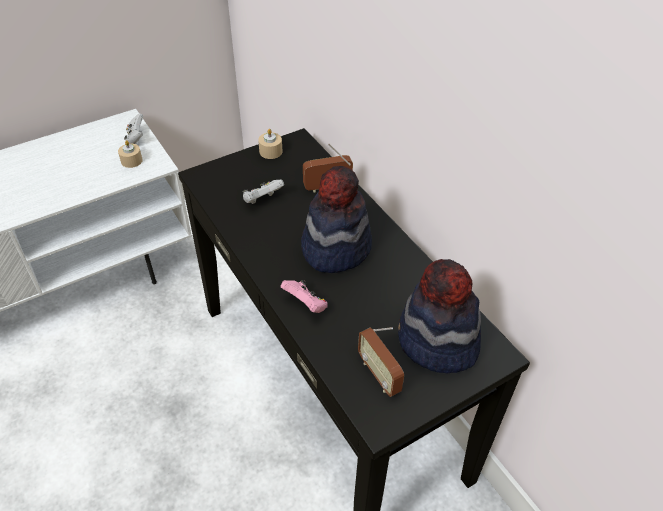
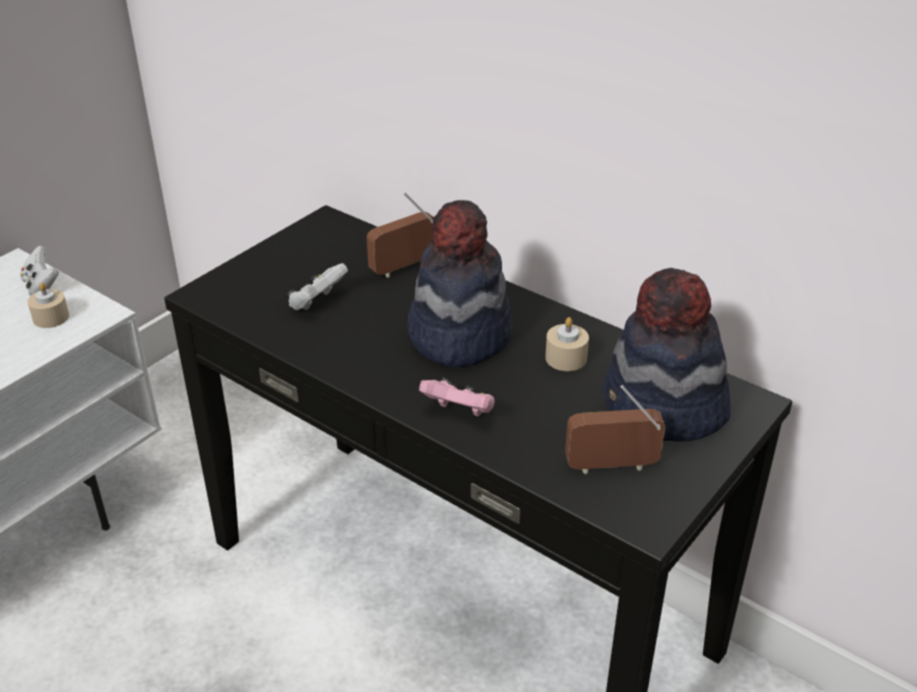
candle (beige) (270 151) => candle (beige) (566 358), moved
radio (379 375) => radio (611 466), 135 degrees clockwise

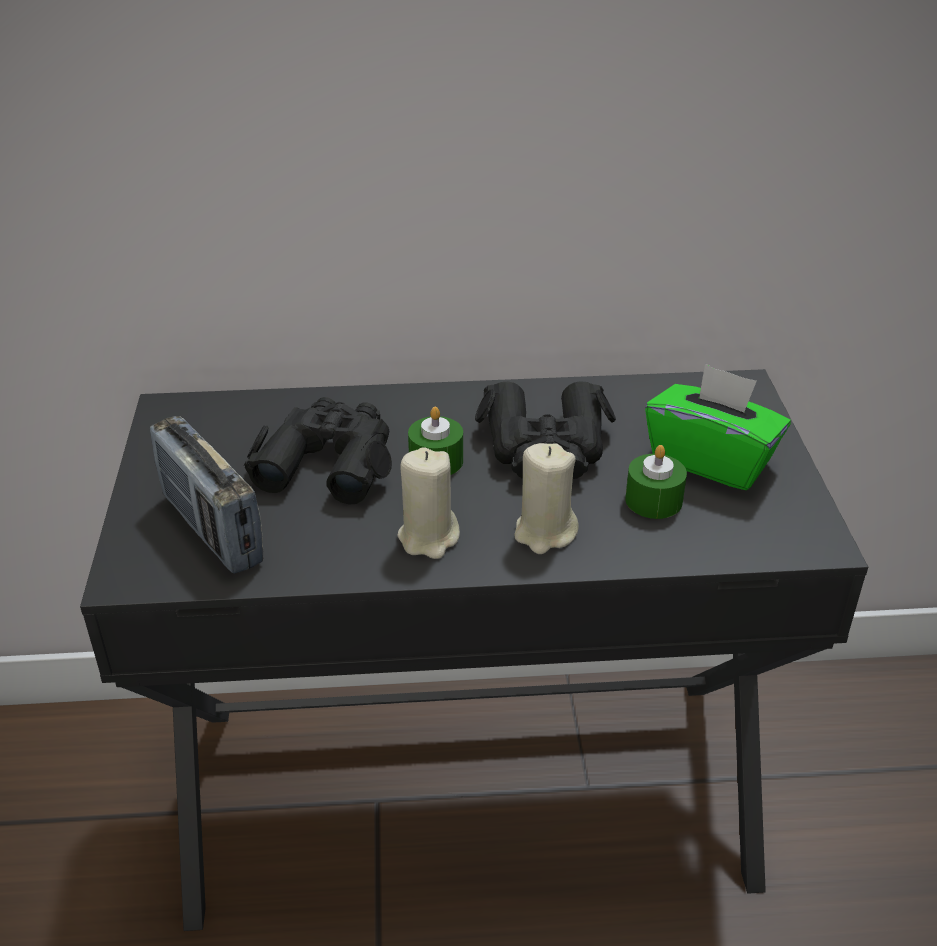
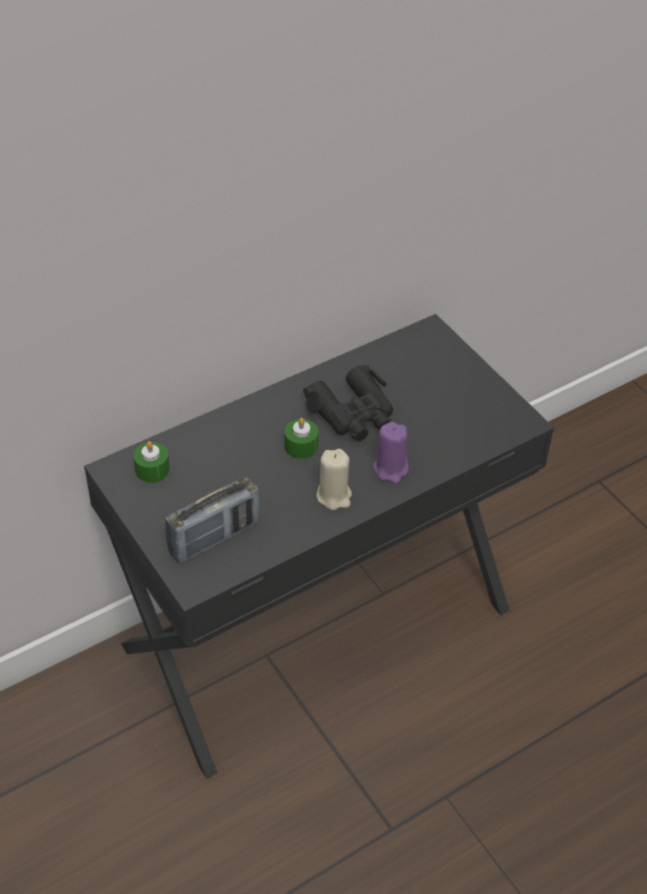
tissue box (green) (711 460) => nothing
binoculars (black) (328 461) => nothing
radio (212 530) => radio (214 538), 60 degrees counterclockwise
candle (beige) (544 533) => candle (purple) (390 469)
candle (green) (653 500) => candle (green) (152 469), moved

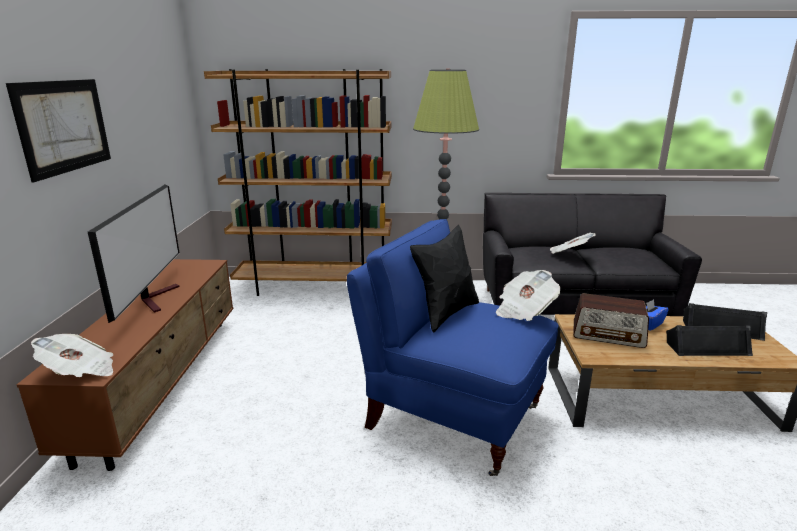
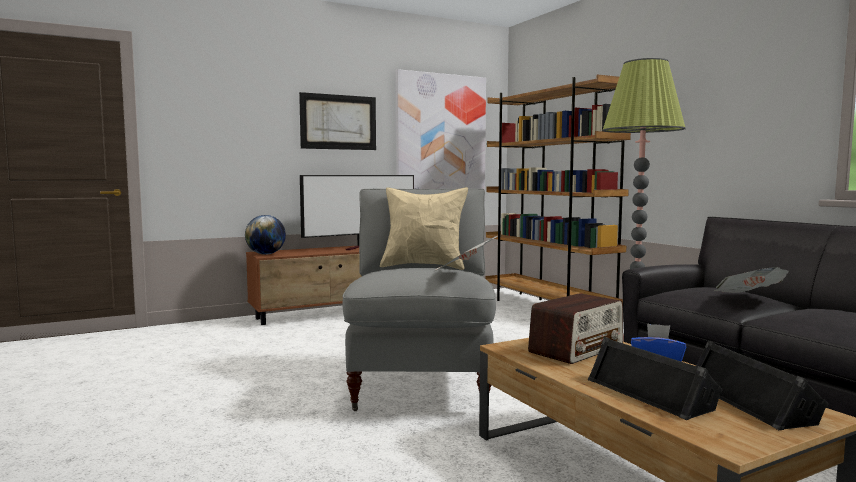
armchair (blue) (451 416) => armchair (grey) (421 385)
pillow (black) (445 313) => pillow (beige) (424 266)
radio (608 335) => radio (577 349), 120 degrees counterclockwise
newspaper (80 372) => globe (266 254)
nothing => picture (441 142)

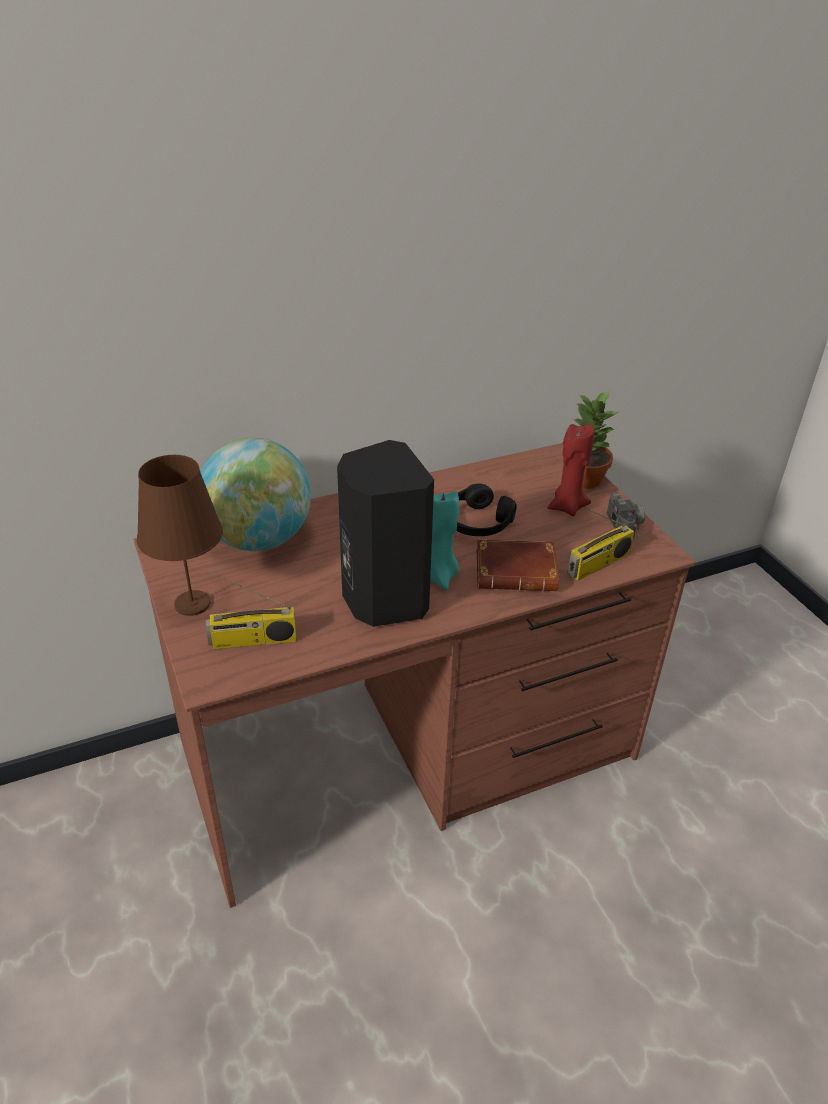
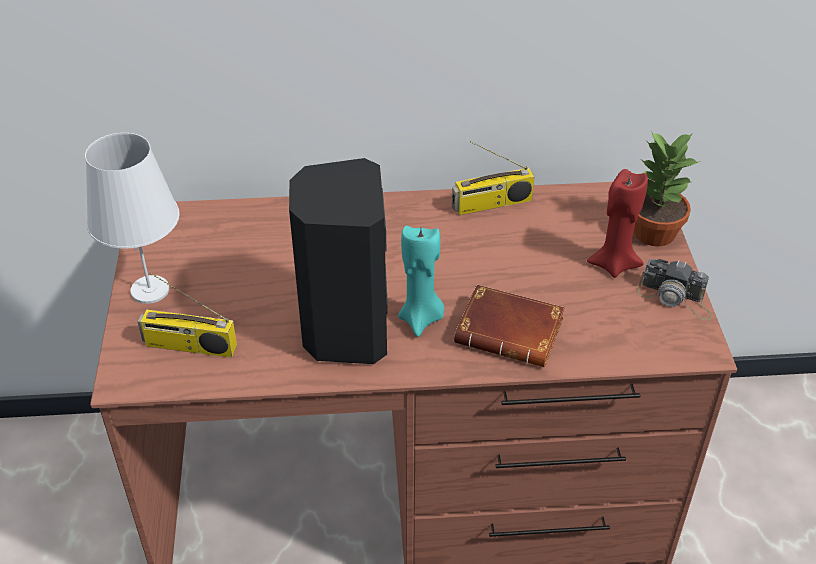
globe (258 539) => nothing
table lamp (brown) (193 603) => table lamp (white) (150 290)
headphones (black) (477 522) => nothing
photo camera (625 522) => photo camera (676 298), 105 degrees clockwise
radio (598 564) => radio (491 204), moved

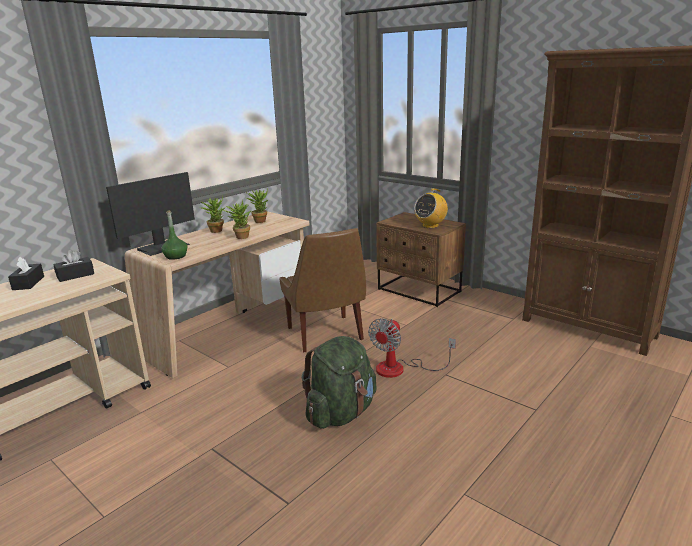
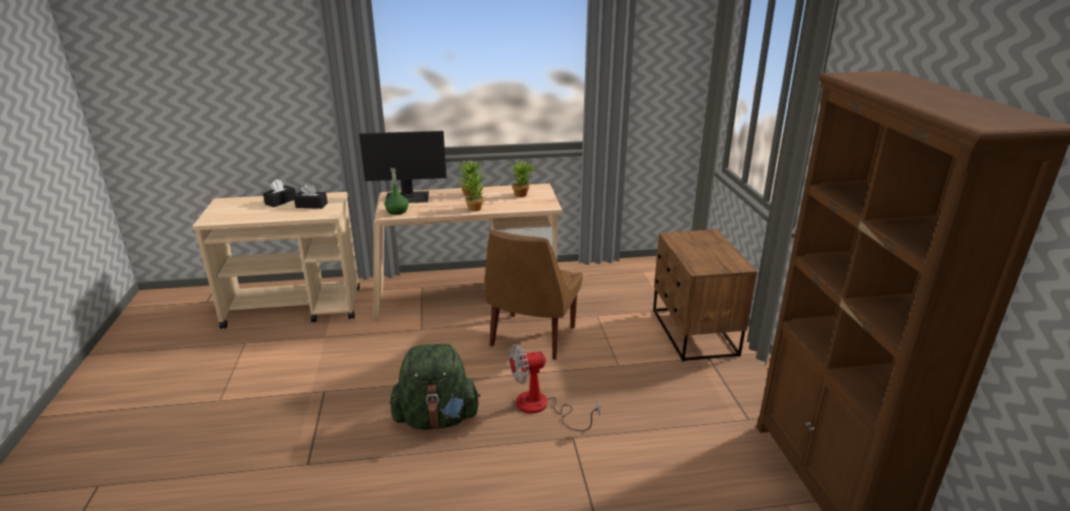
radio (430 226) => nothing

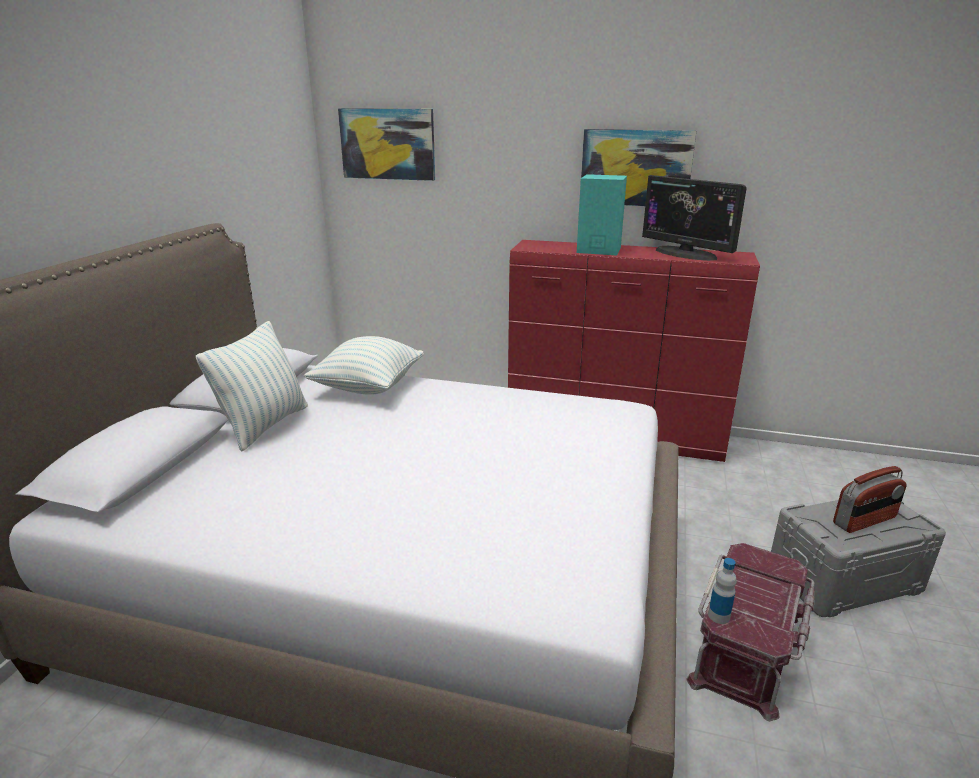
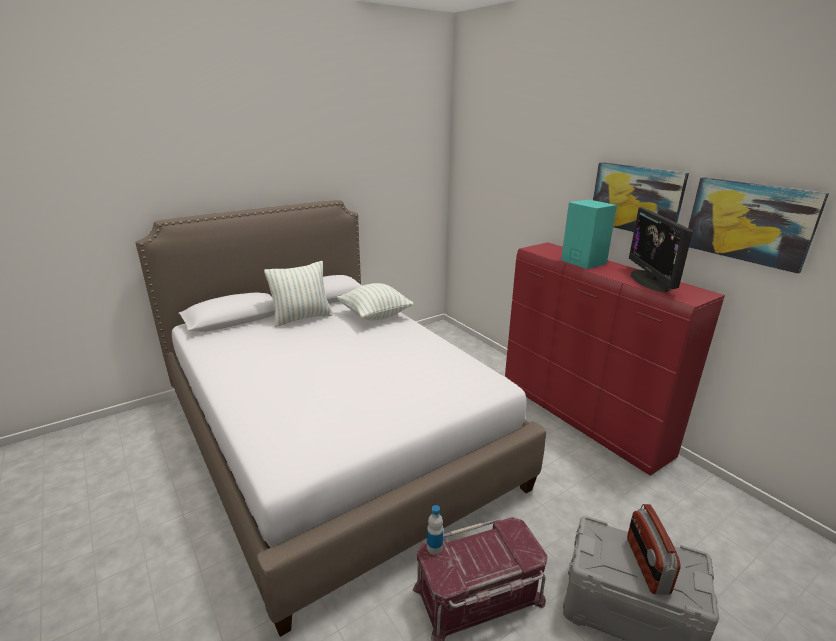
picture (388 144) => picture (749 222), moved
radio (865 521) => radio (646 565), 75 degrees clockwise

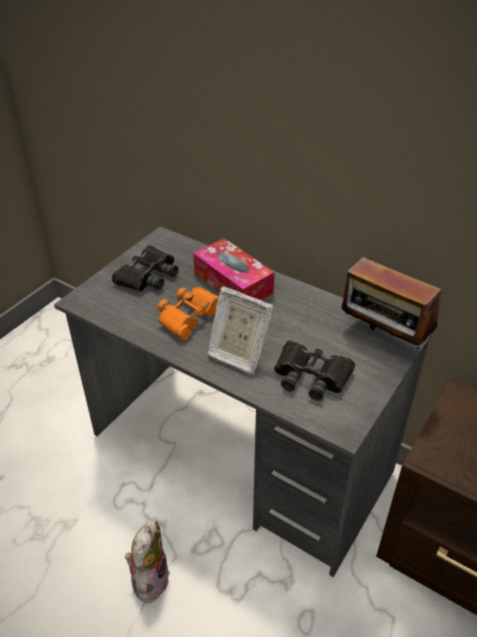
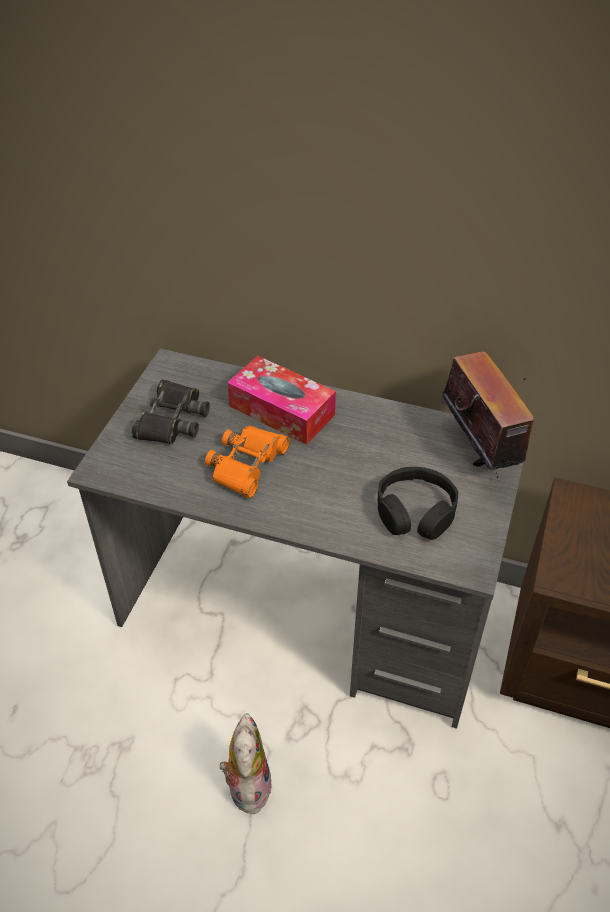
radio (382 339) => radio (479 450), 135 degrees counterclockwise
picture frame (237 354) => nothing
binoculars (black) (311 376) => headphones (black) (415 512)

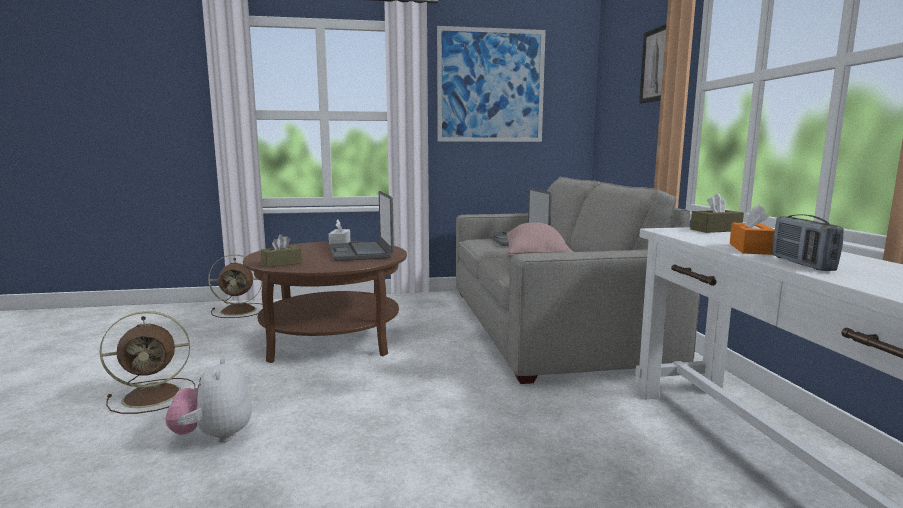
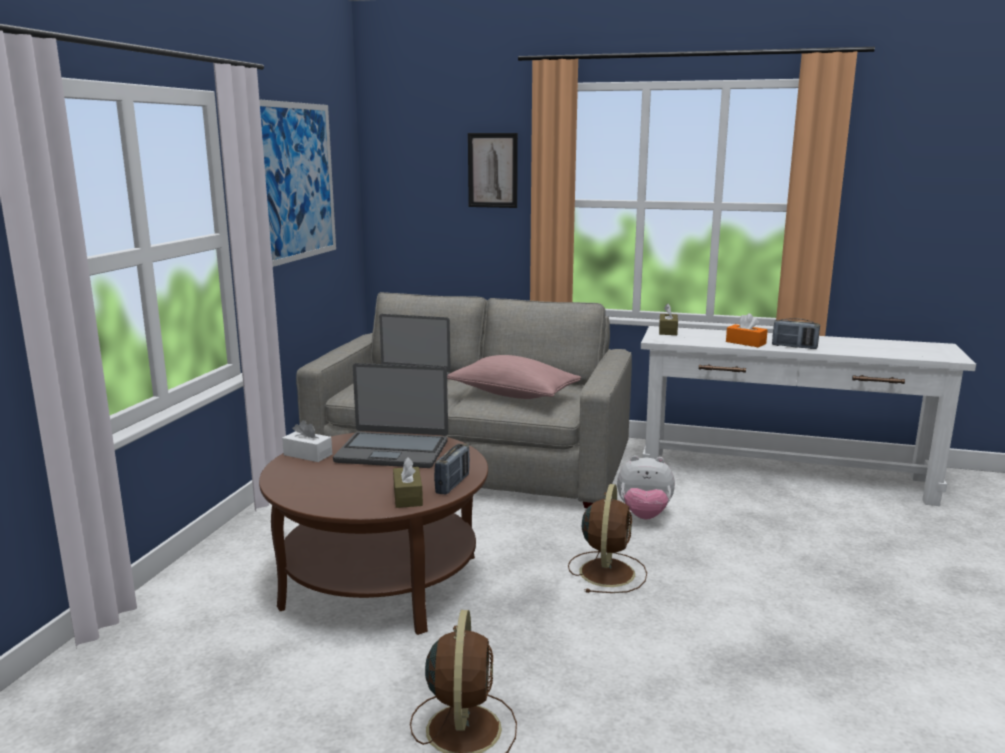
fan (brown) (240 310) => fan (brown) (607 571), moved
plush toy (214 436) => plush toy (644 515), moved
nothing => radio (452 484)

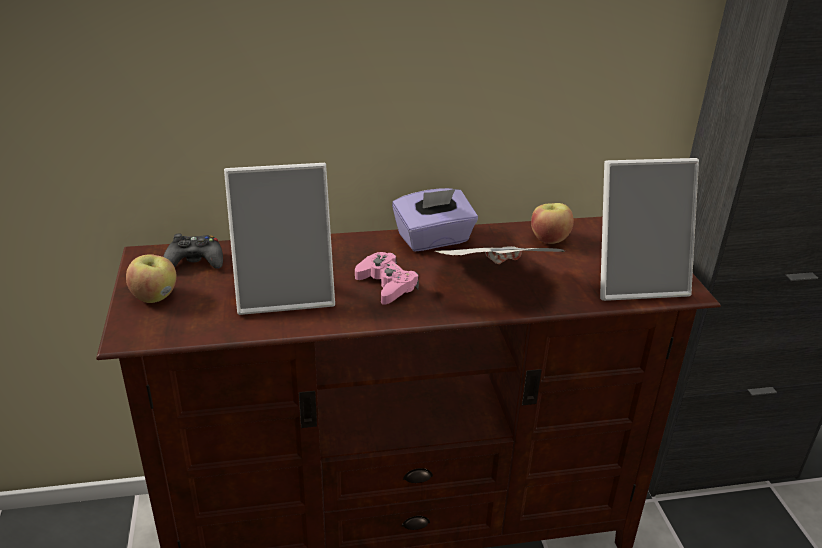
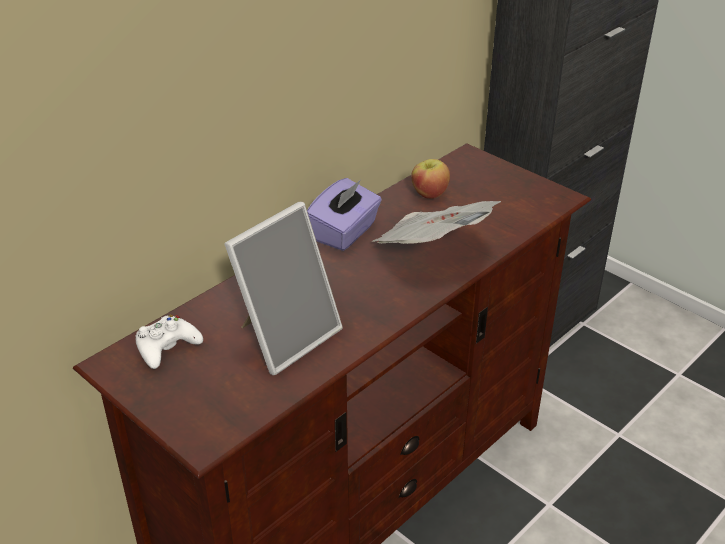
picture frame (635 281) => nothing
game controller (black) (195 261) => game controller (white) (167 347)
game controller (pink) (386 285) => nothing
apple (155 296) => nothing

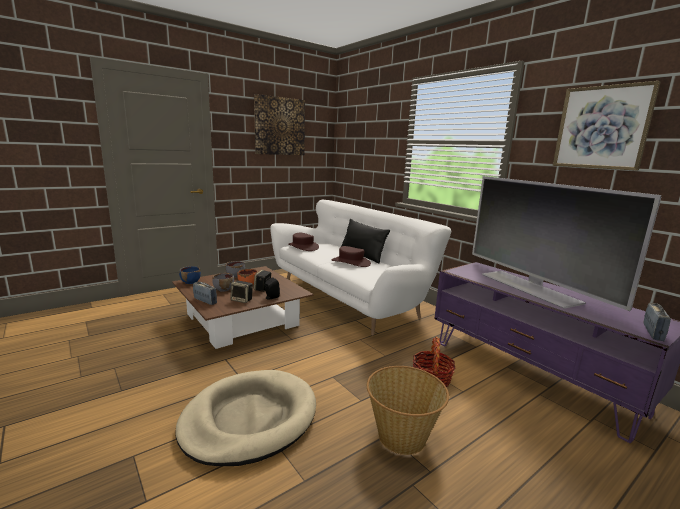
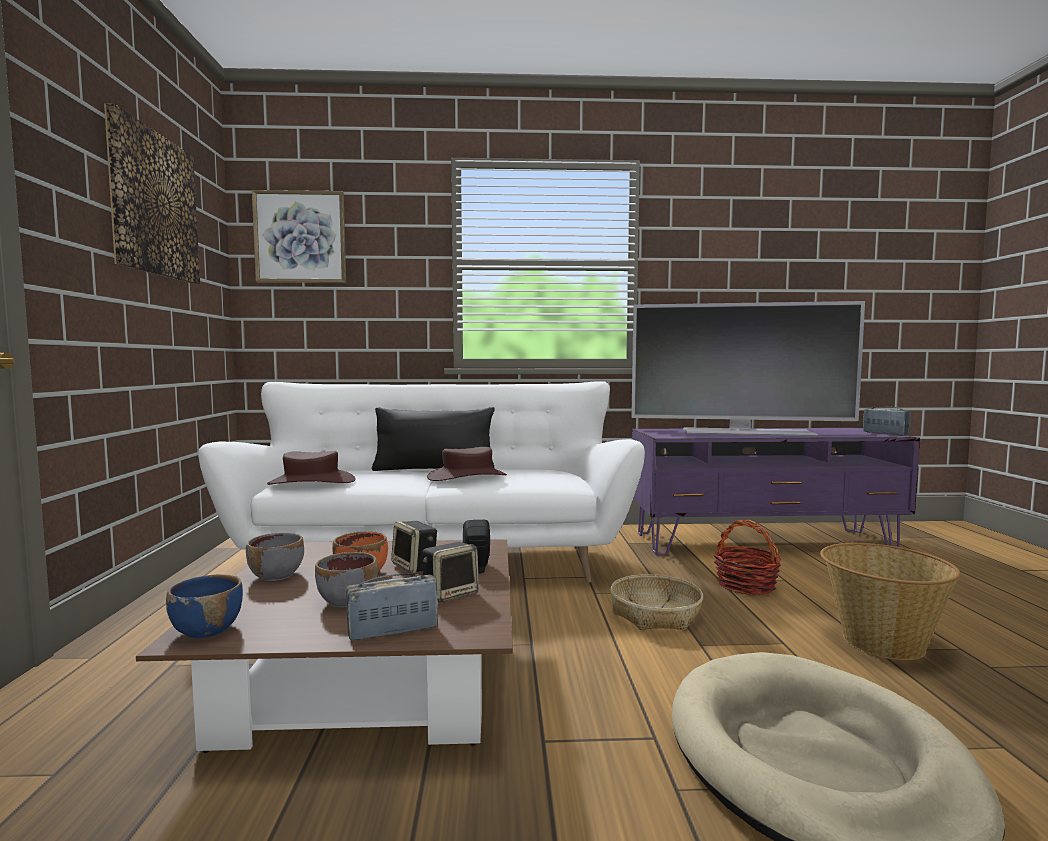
picture (601 128) => picture (300 237), moved
nothing => basket (655 614)

